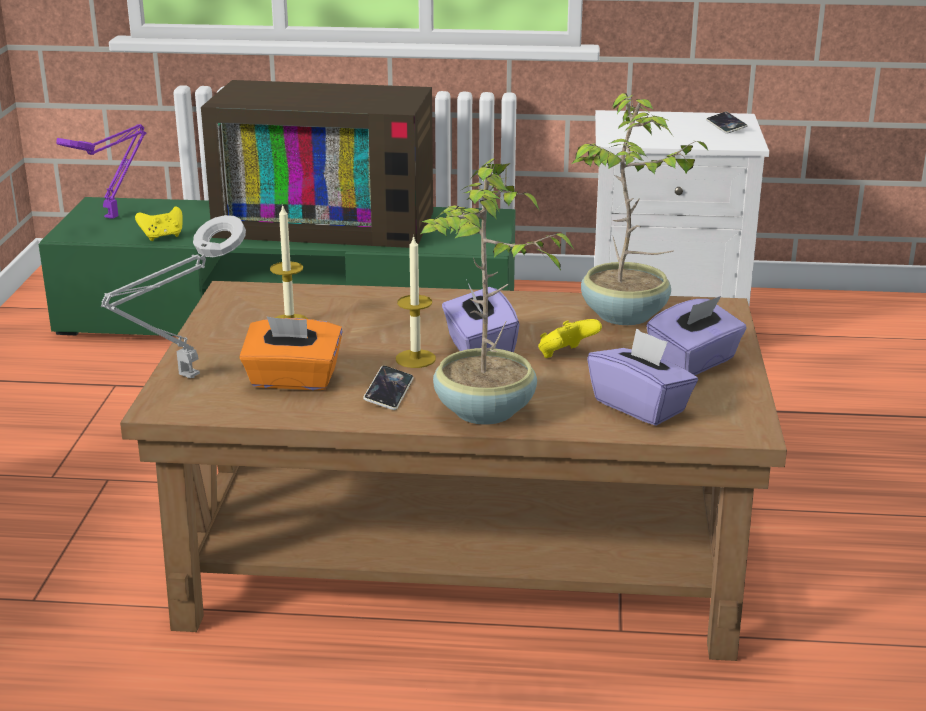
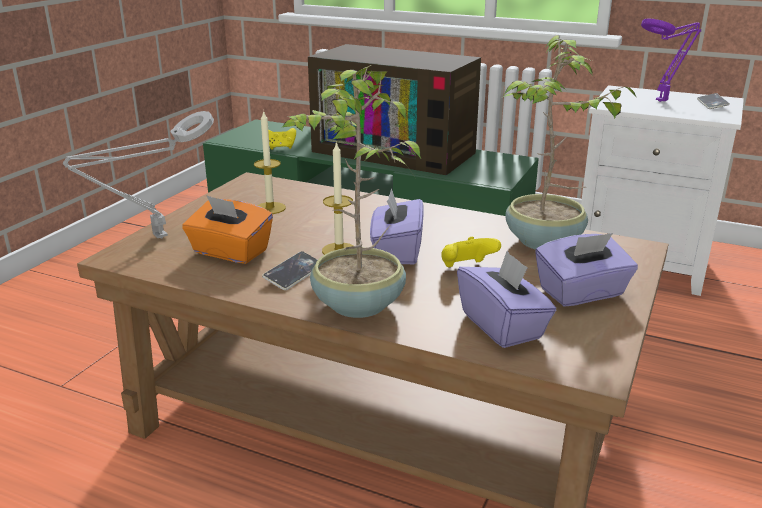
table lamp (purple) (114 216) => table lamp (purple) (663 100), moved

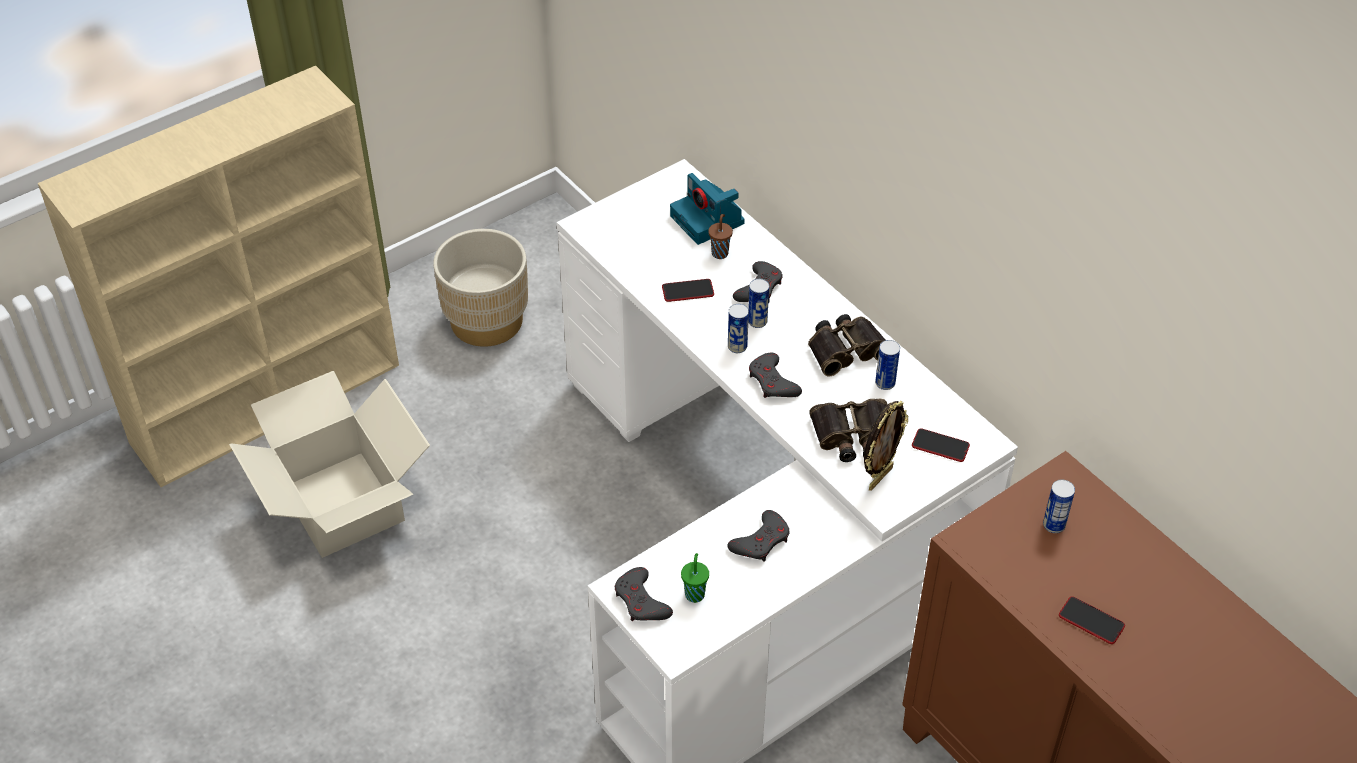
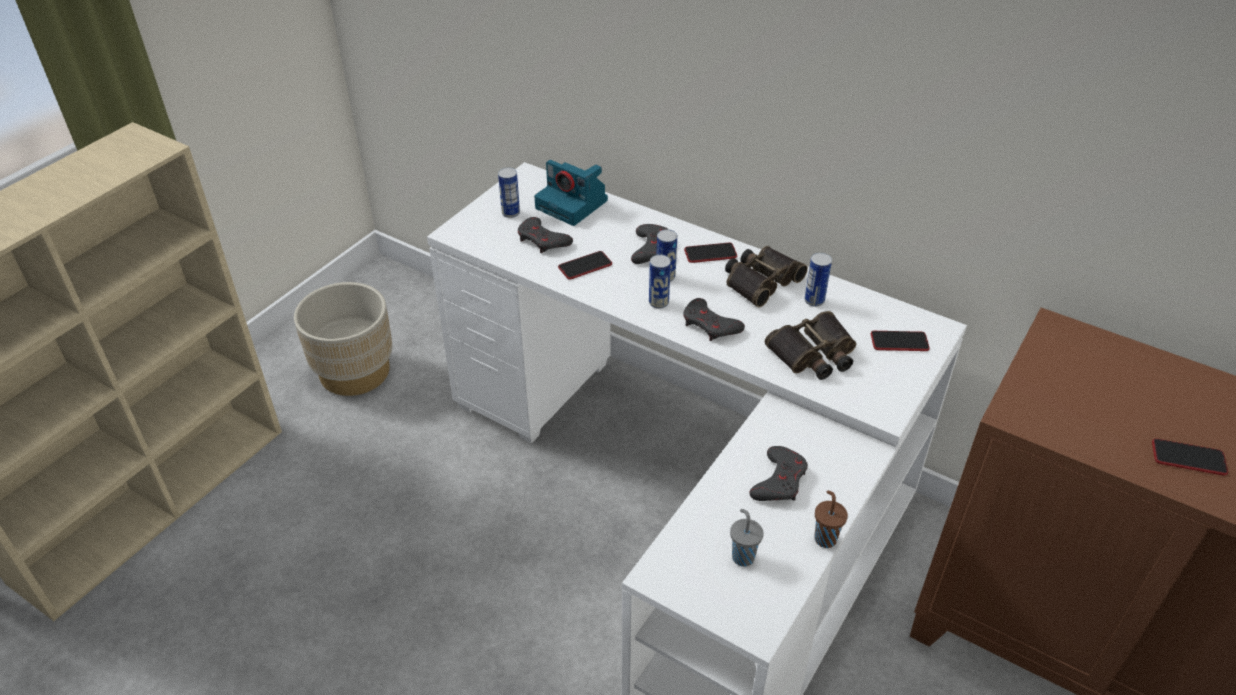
cup (brown) (720 253) => cup (brown) (825 538), moved
cardboard box (343 503) => nothing
picture frame (879 477) => nothing
can (1054 525) => can (510 213), moved
cup (green) (695 594) => cup (grey) (742 556)
game controller (grey) (641 601) => game controller (grey) (543 240), moved
nothing => phone (710 253)

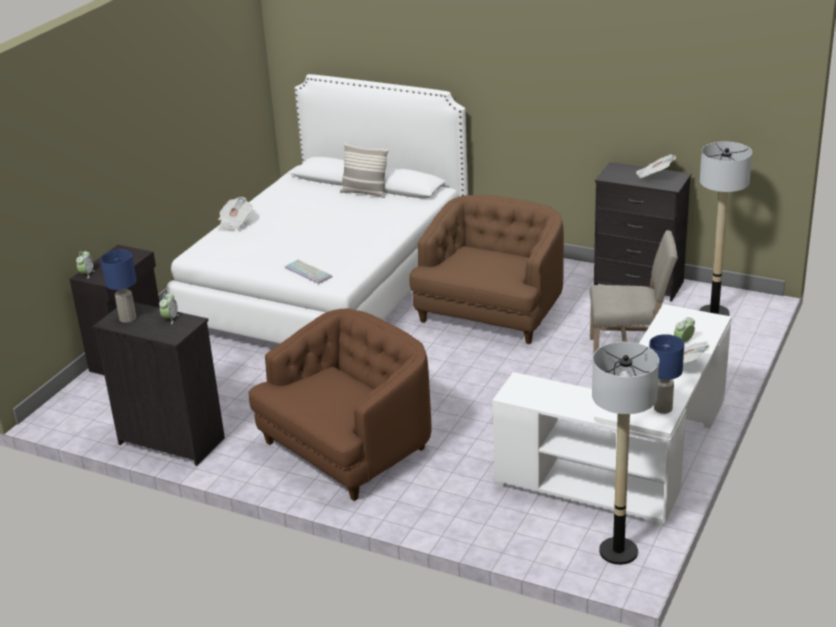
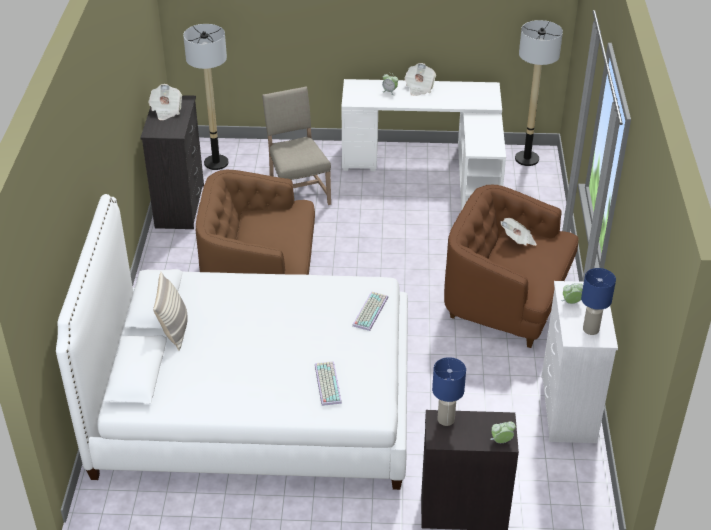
newspaper (234 224) => newspaper (518 240), moved
dresser (black) (171 440) => dresser (white) (567 409)
table lamp (blue) (662 409) => table lamp (blue) (446 420), moved
nothing => keyboard (326 383)

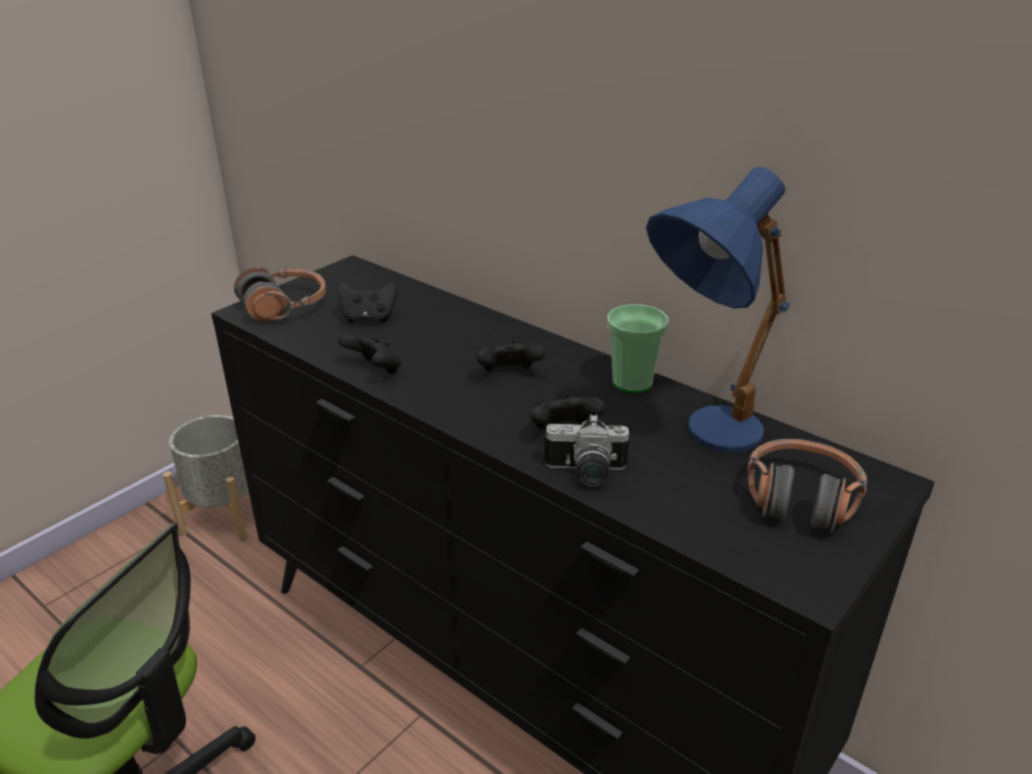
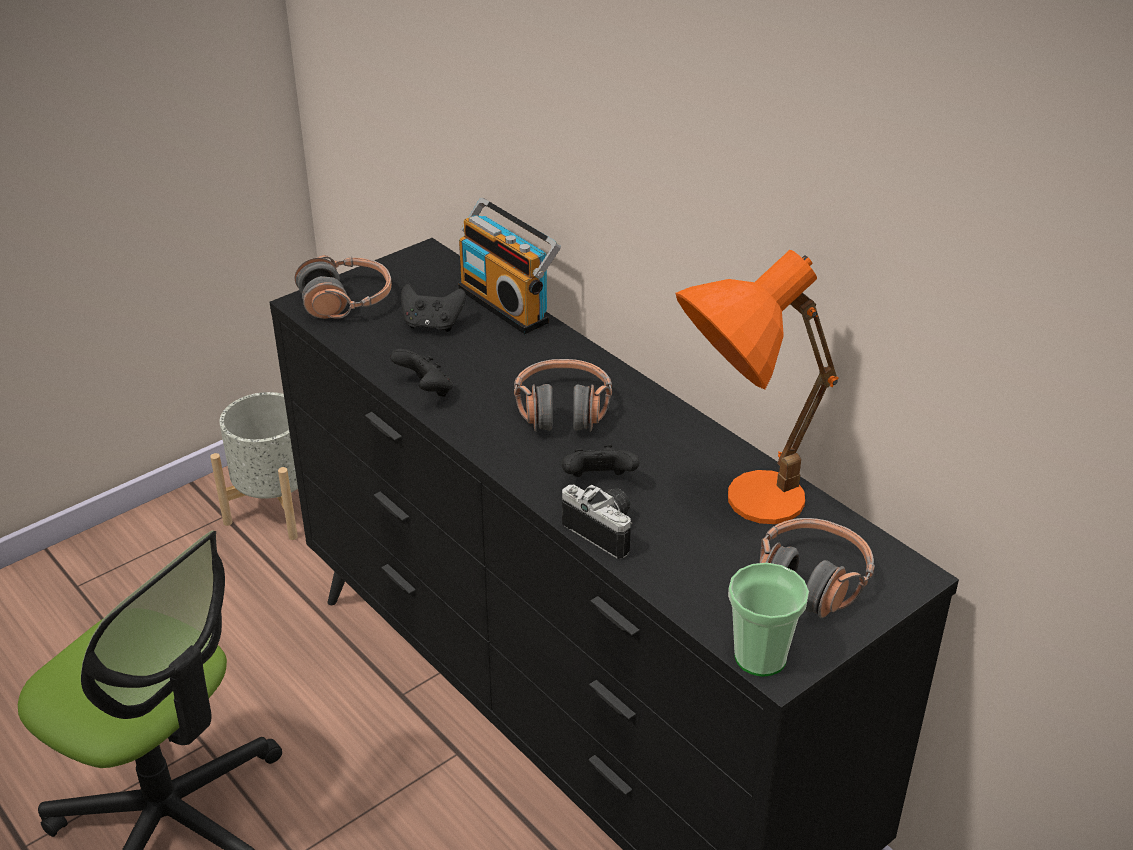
table lamp (blue) (702 438) => table lamp (orange) (738 505)
cup (632 382) => cup (760 657), moved
game controller (black) (509 375) => headphones (563 410)
photo camera (585 473) => photo camera (606 529), 150 degrees counterclockwise
nothing => radio (507 304)

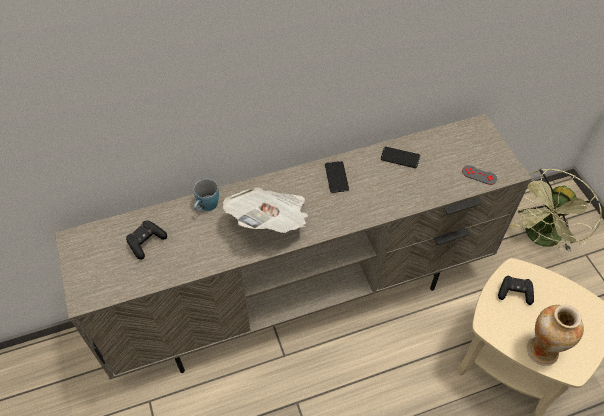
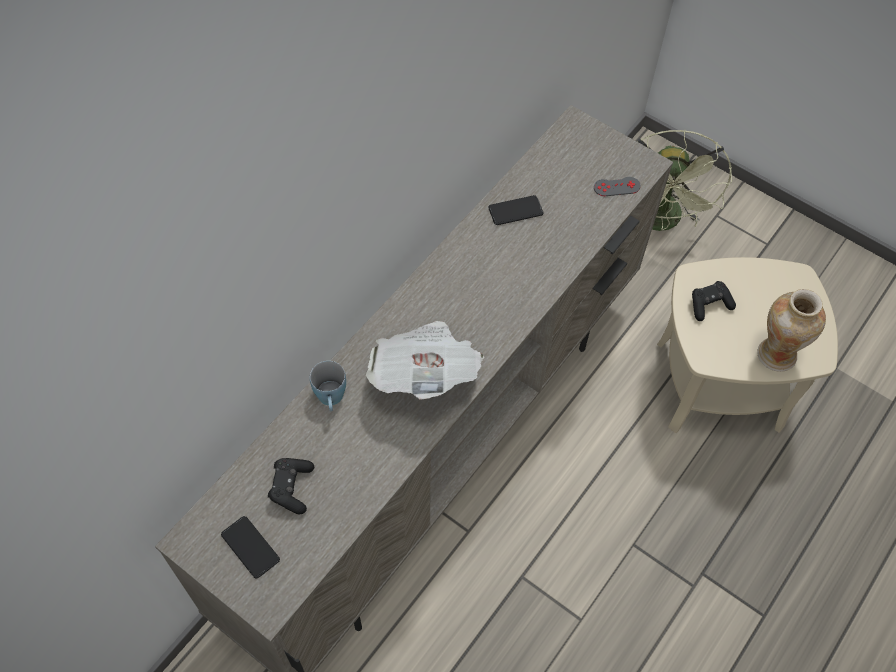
phone (336 177) => phone (250 547), moved

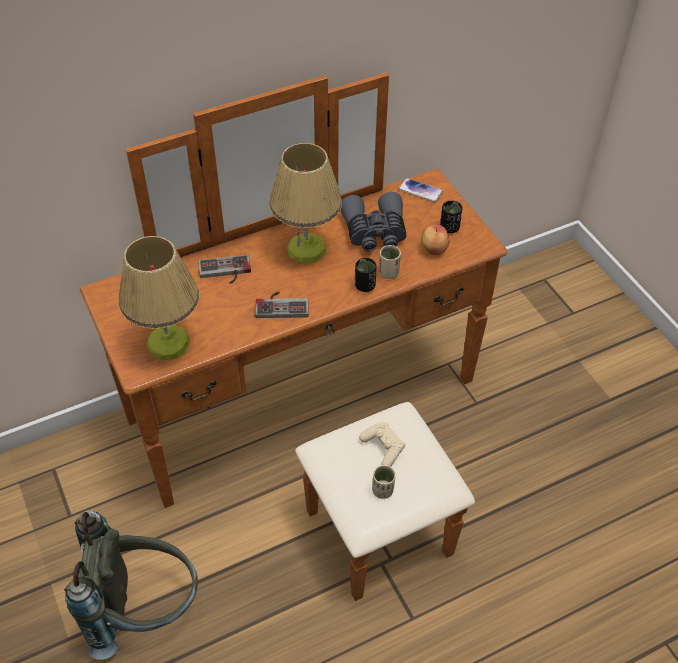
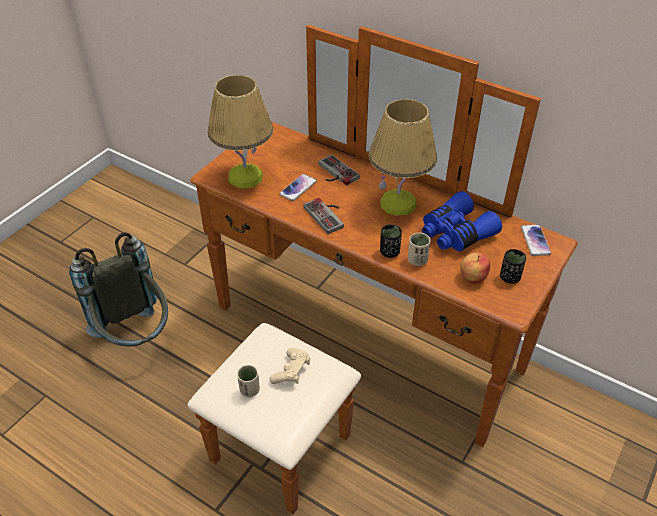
binoculars (grey) (374 232) => binoculars (blue) (455 233)
nothing => phone (298 188)

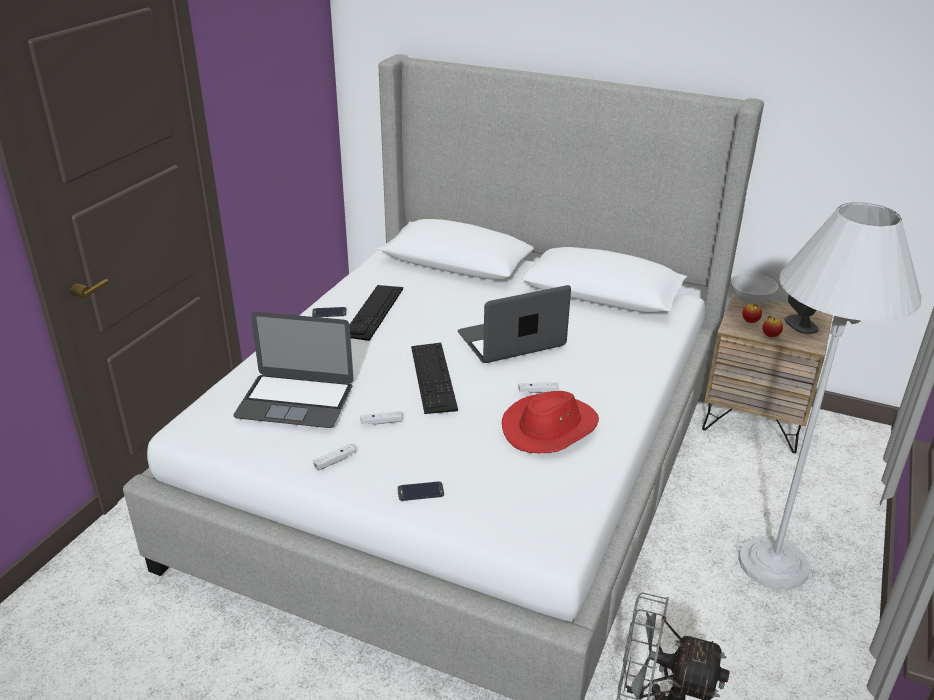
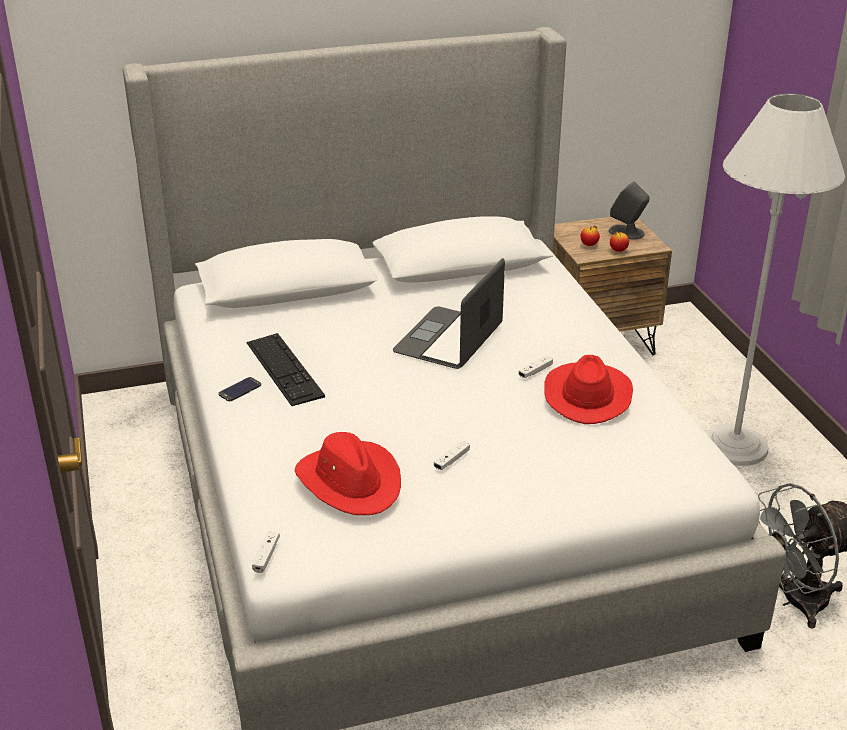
bowl (white) (750 302) => nothing
laptop (295 400) => hat (red) (350 481)
keyboard (433 377) => nothing
game controller (white) (335 461) => game controller (white) (266 556), moved
phone (420 491) => nothing

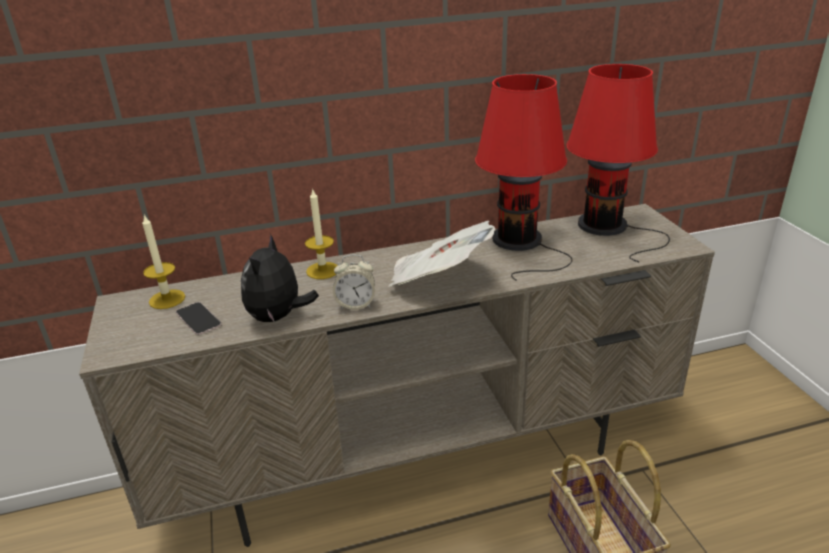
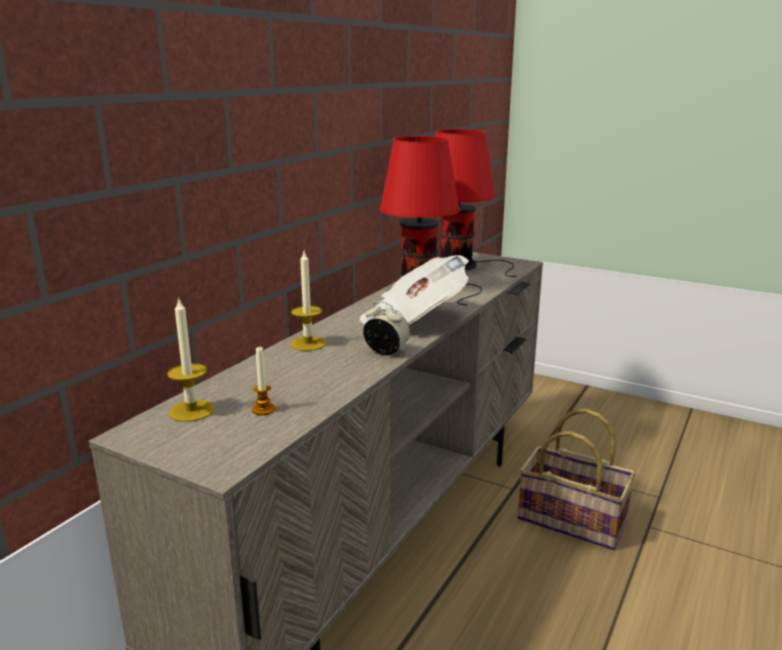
plush toy (278 317) => nothing
alarm clock (356 305) => alarm clock (386 352), 105 degrees counterclockwise
phone (198 319) => candle (263 409)

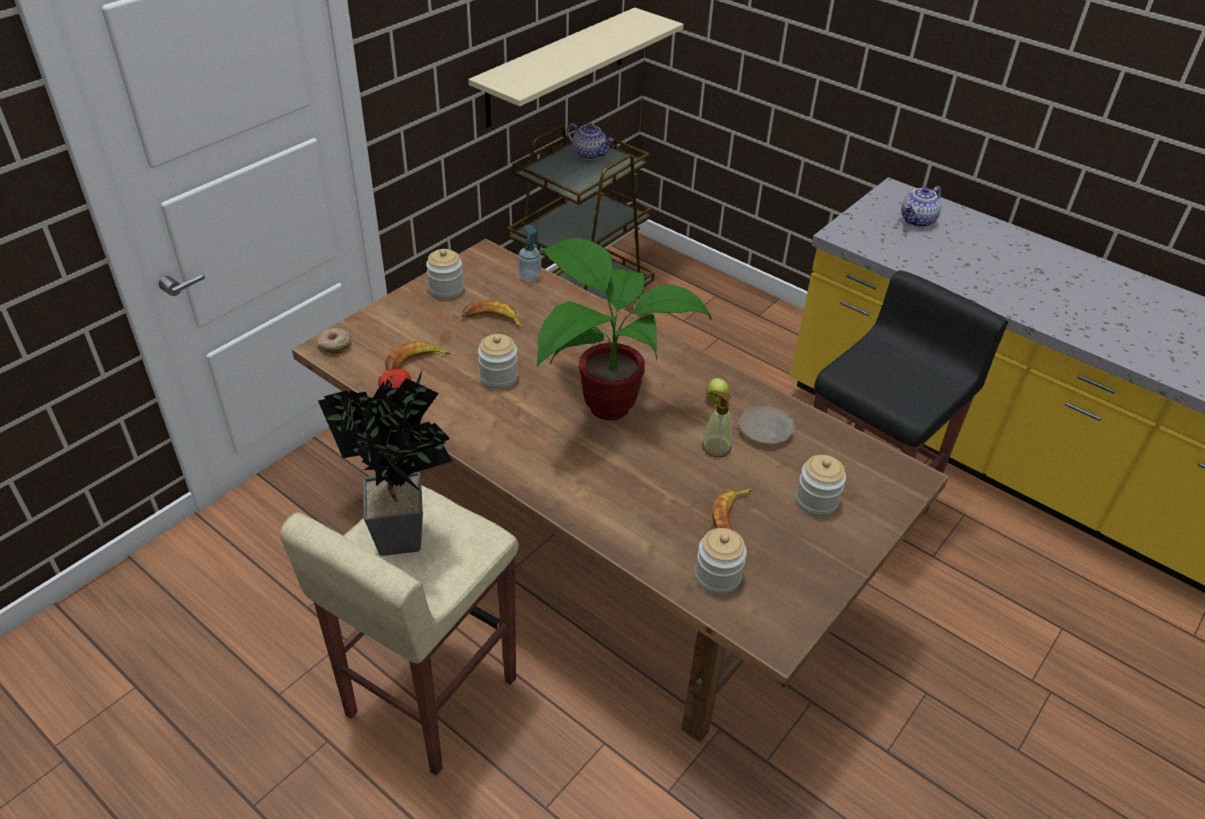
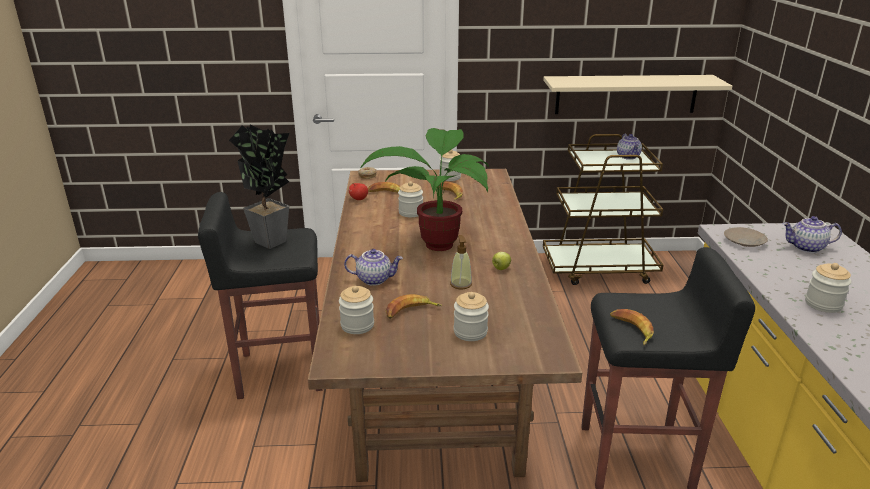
soap dispenser (529 276) => nothing
plate (beige) (766 430) => plate (beige) (744 242), moved
stool (beige) (428 697) => stool (black) (279 371)
nothing => teapot (374 279)
nothing => jar (823 304)
nothing => banana (631 329)

